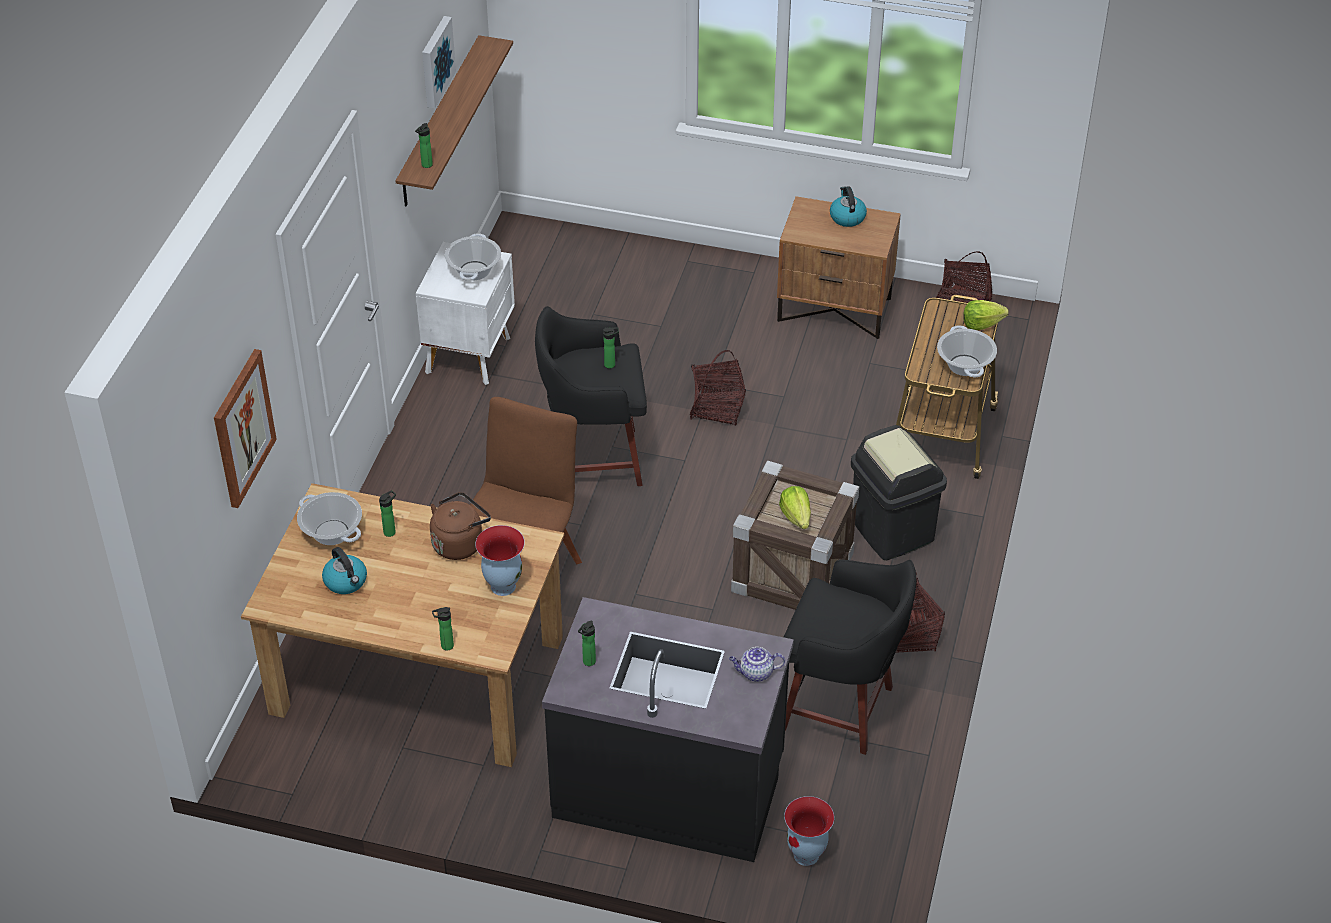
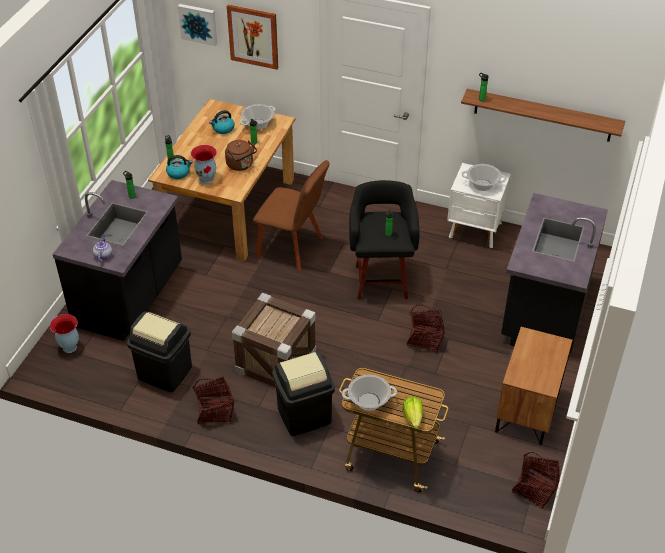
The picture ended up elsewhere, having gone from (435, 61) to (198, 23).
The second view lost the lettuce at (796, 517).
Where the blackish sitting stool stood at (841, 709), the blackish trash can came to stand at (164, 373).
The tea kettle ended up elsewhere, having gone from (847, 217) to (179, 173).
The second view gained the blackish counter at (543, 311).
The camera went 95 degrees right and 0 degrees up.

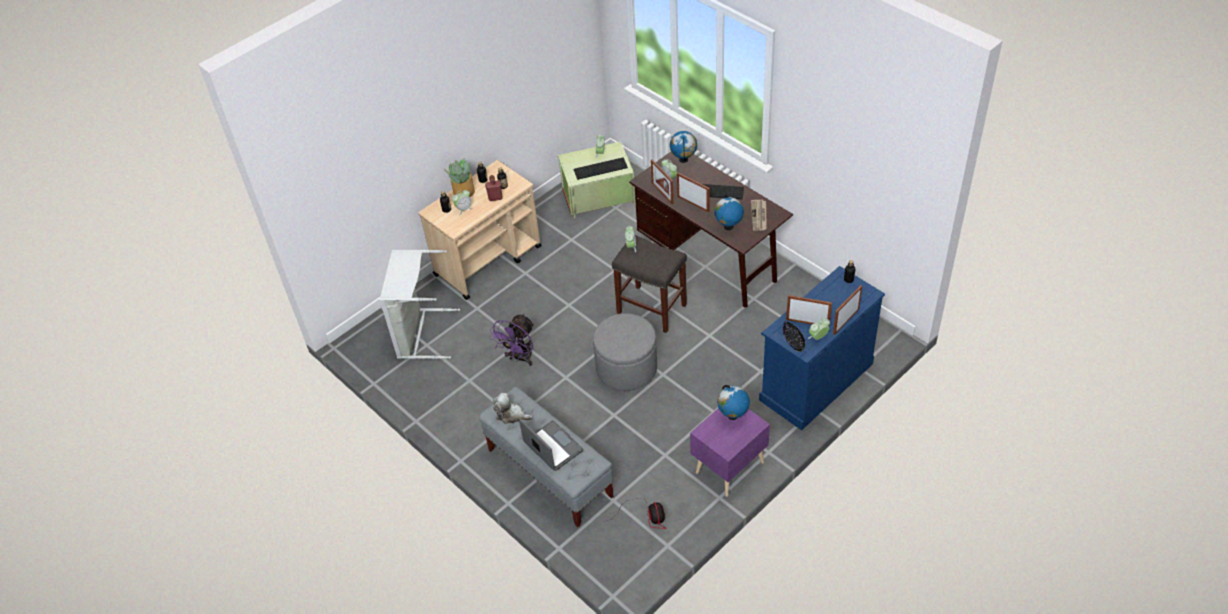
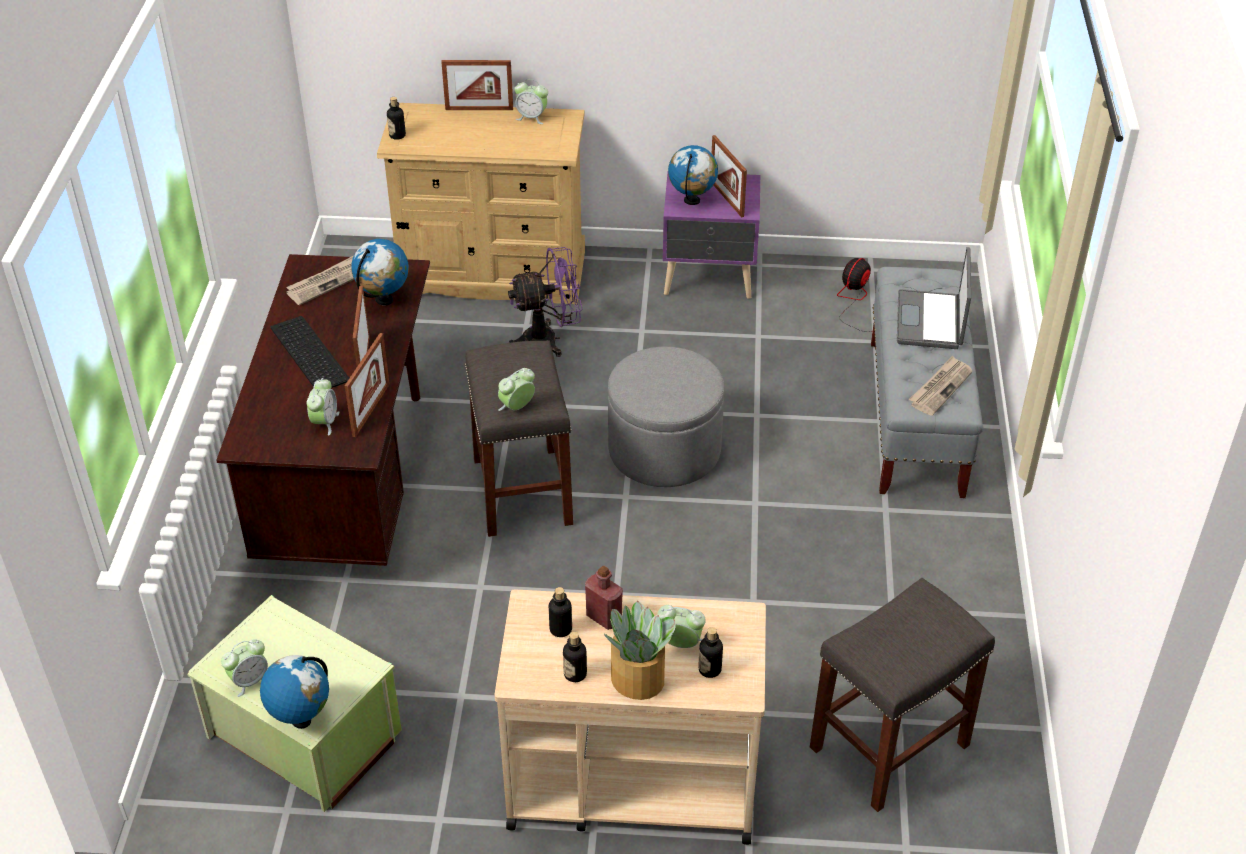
Where the grey hamper stood at (420, 334), the grey sitting stool came to stand at (888, 748).
The purple-coloured electric fan ended up elsewhere, having gone from (519, 358) to (549, 340).
Where the soft toy stood at (511, 415), the daily paper came to stand at (940, 387).
The second view lost the keyboard at (600, 168).
The desk globe ended up elsewhere, having gone from (683, 160) to (301, 719).
What was the blue-coloured drawer chest at (816, 381) turned into the beige-coloured drawer chest at (492, 273).
The second view lost the blackish serving bowl at (793, 340).
The standing frame ended up elsewhere, having gone from (807, 323) to (726, 199).
The camera went 135 degrees left and 5 degrees down.

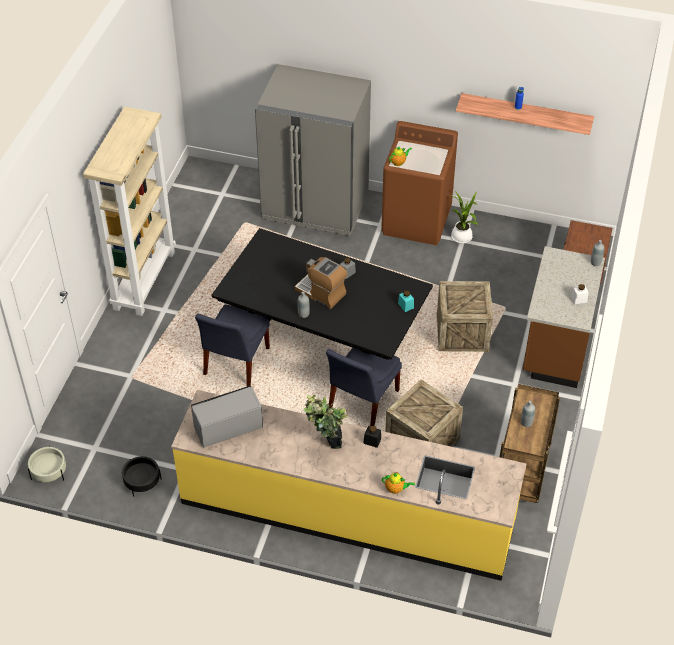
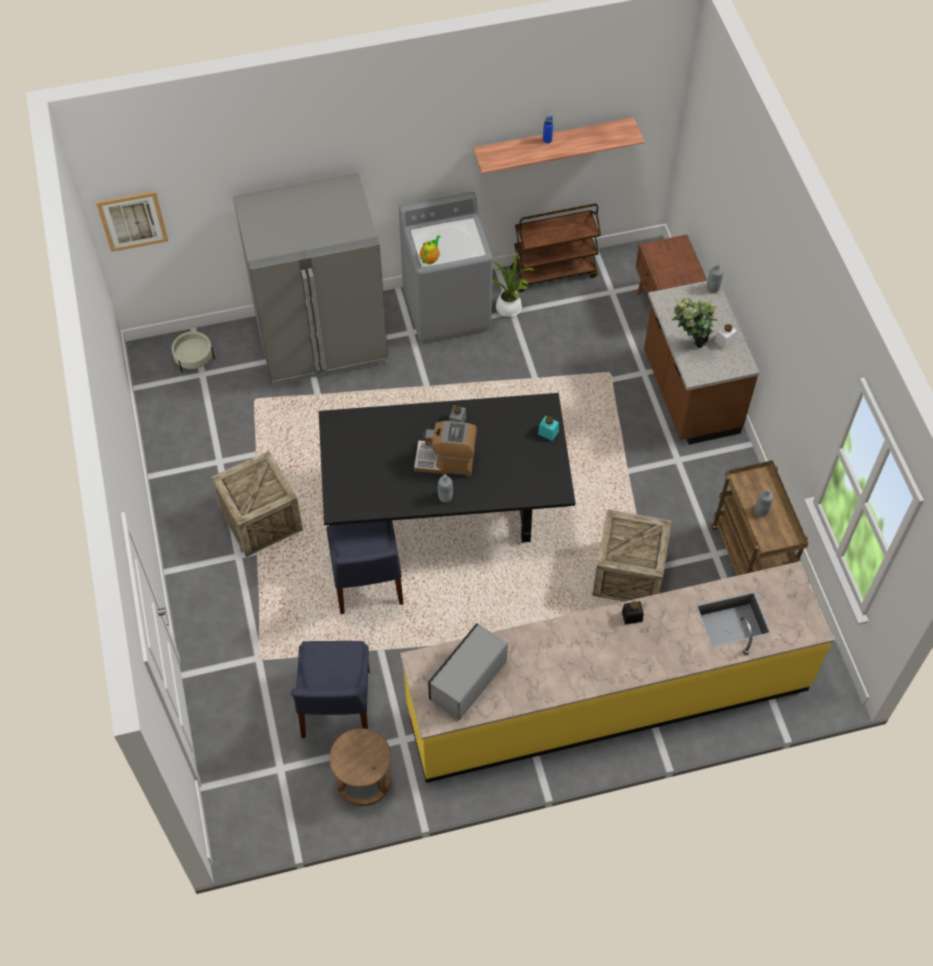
The beige-coloured flower pot ended up elsewhere, having gone from (49, 472) to (194, 358).
The second view lost the beige-coloured bookshelf at (144, 279).
Where the blackish flower pot stood at (142, 481), the brown-coloured sitting stool came to stand at (363, 780).
The potted plant ended up elsewhere, having gone from (325, 445) to (689, 348).
The blue-coloured plain chair ended up elsewhere, having gone from (361, 402) to (335, 707).
What was the brown-coloured laundry appliance at (417, 221) turned into the grey laundry appliance at (447, 309).
The second view lost the tea pot at (396, 489).
The packing crate ended up elsewhere, having gone from (462, 333) to (261, 520).
The second view gained the picture at (132, 221).
The second view gained the brown-coloured cart at (554, 272).
The camera went 30 degrees left and 10 degrees up.

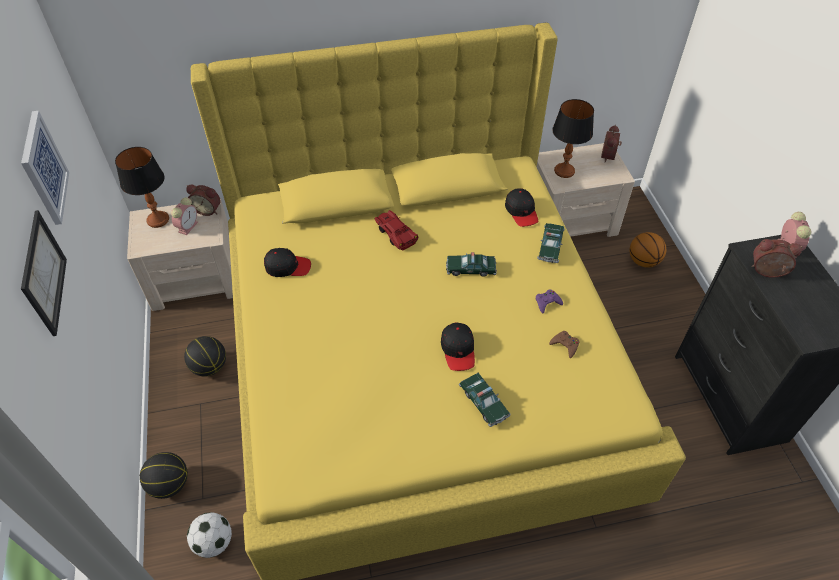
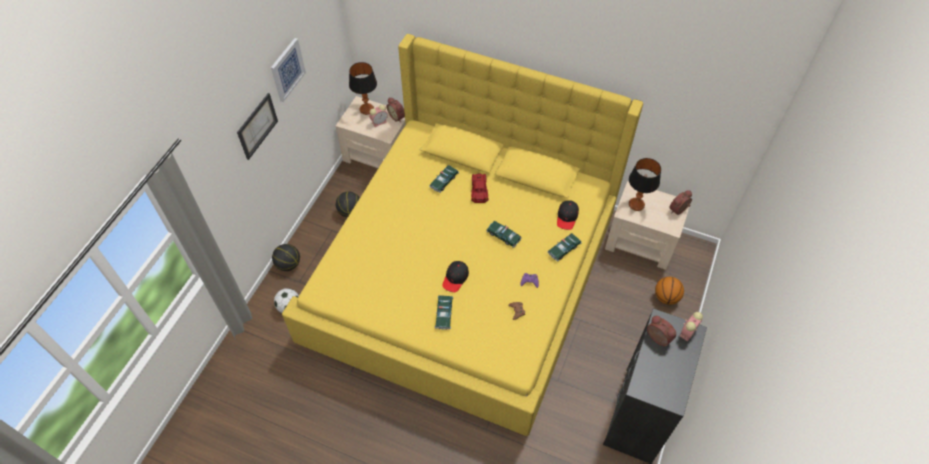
The second view lost the blackish peaked cap at (287, 267).
The second view gained the miniature car at (444, 181).
The camera went 35 degrees right and 5 degrees up.

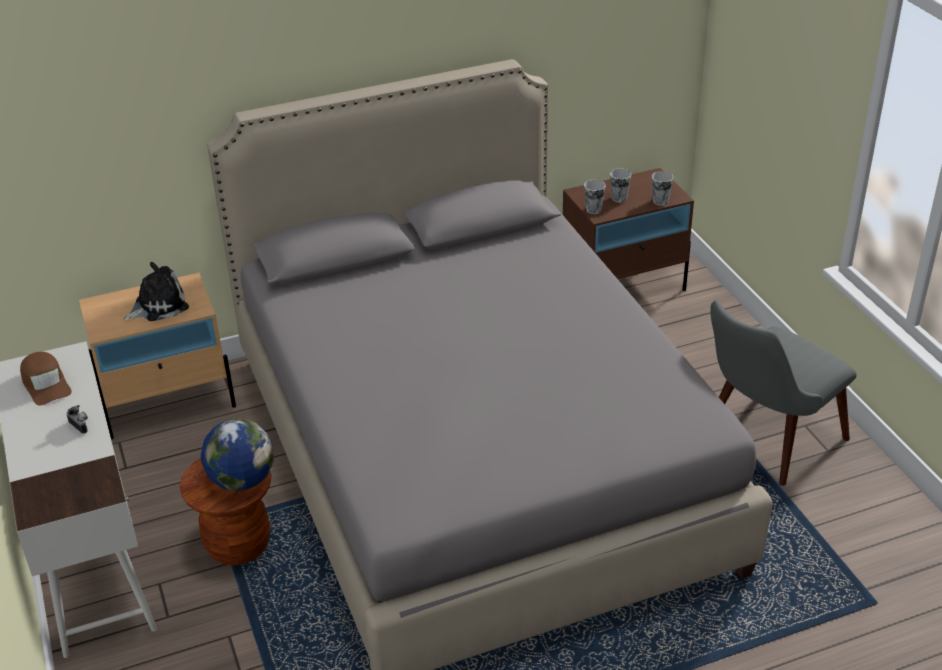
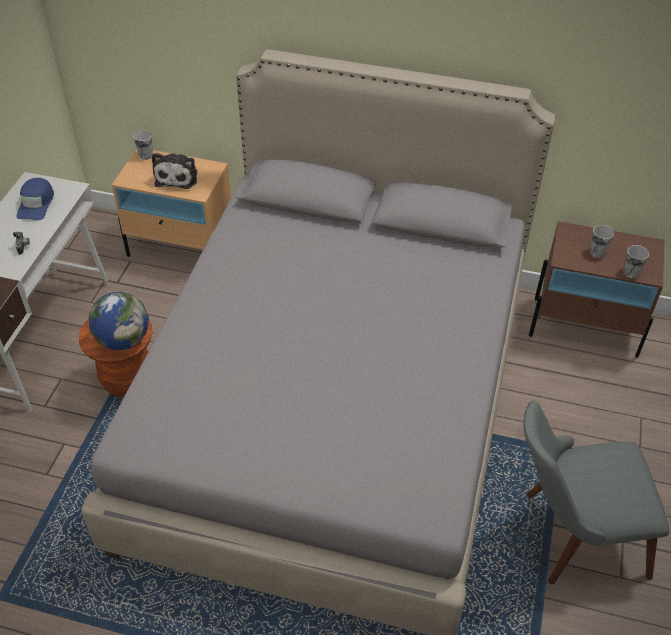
What was the brown-coloured peaked cap at (46, 384) turned into the blue-coloured peaked cap at (36, 204).
The soft toy at (158, 305) ended up facing another way, 90 degrees clockwise from before.
The drinking cup ended up elsewhere, having gone from (593, 210) to (146, 155).
The camera went 35 degrees right and 10 degrees up.

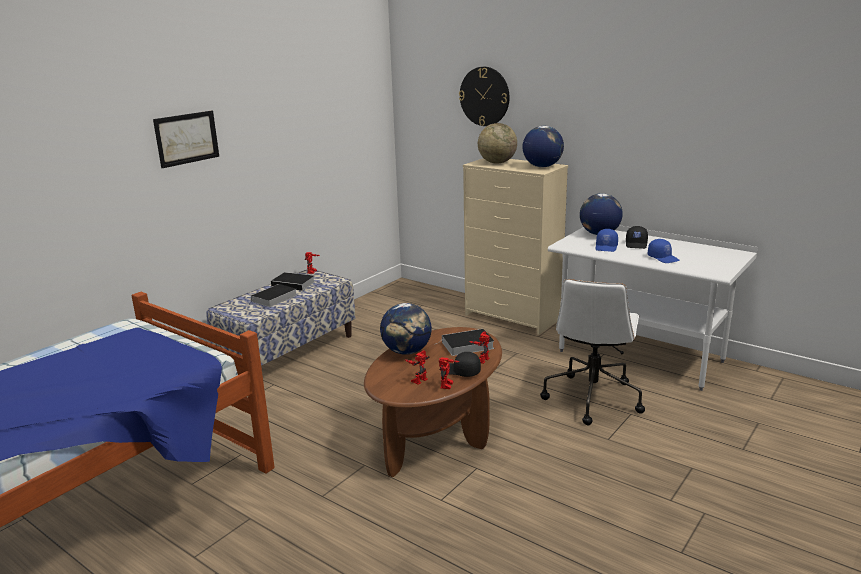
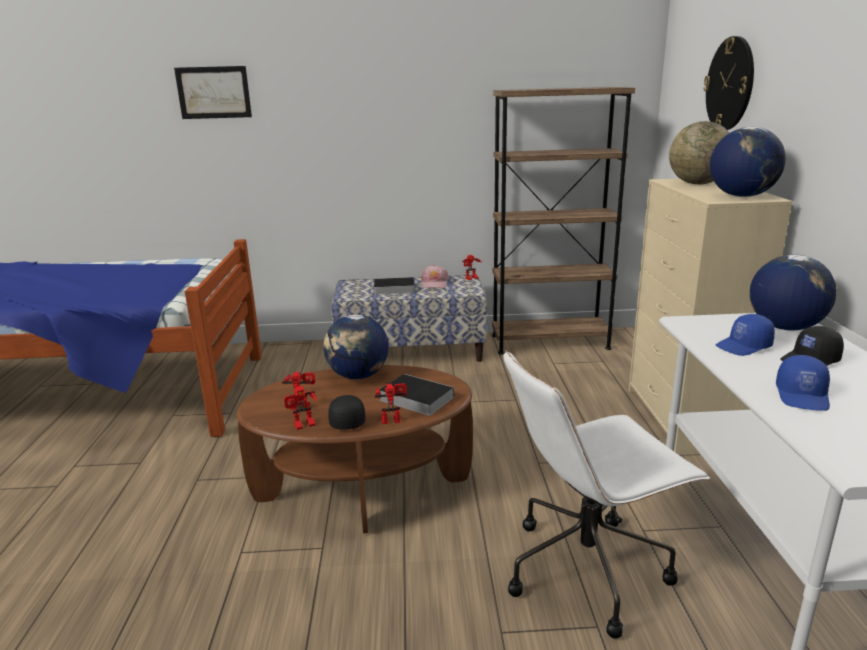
The picture ended up elsewhere, having gone from (187, 138) to (213, 92).
Where the book stood at (294, 284), the pink peaked cap came to stand at (434, 283).
The second view gained the brown-coloured bookshelf at (550, 342).
The camera went 50 degrees right and 0 degrees up.

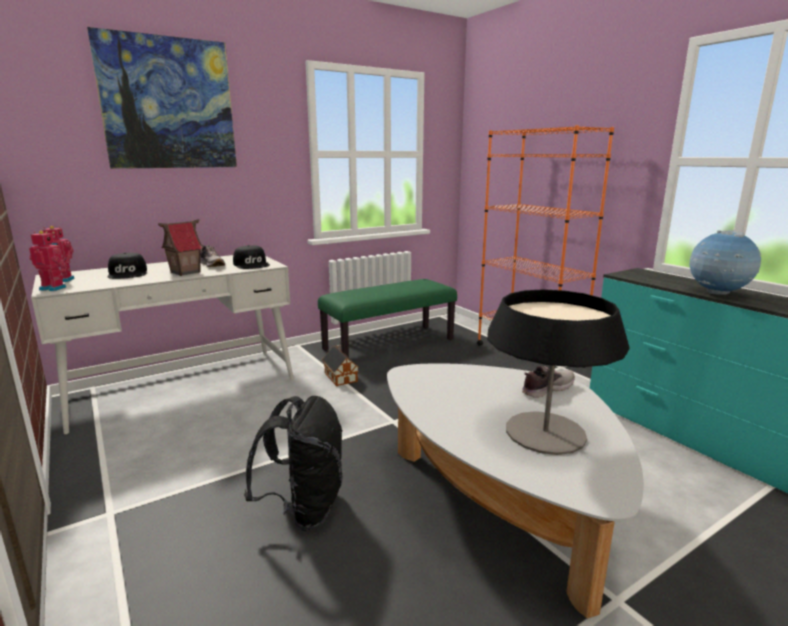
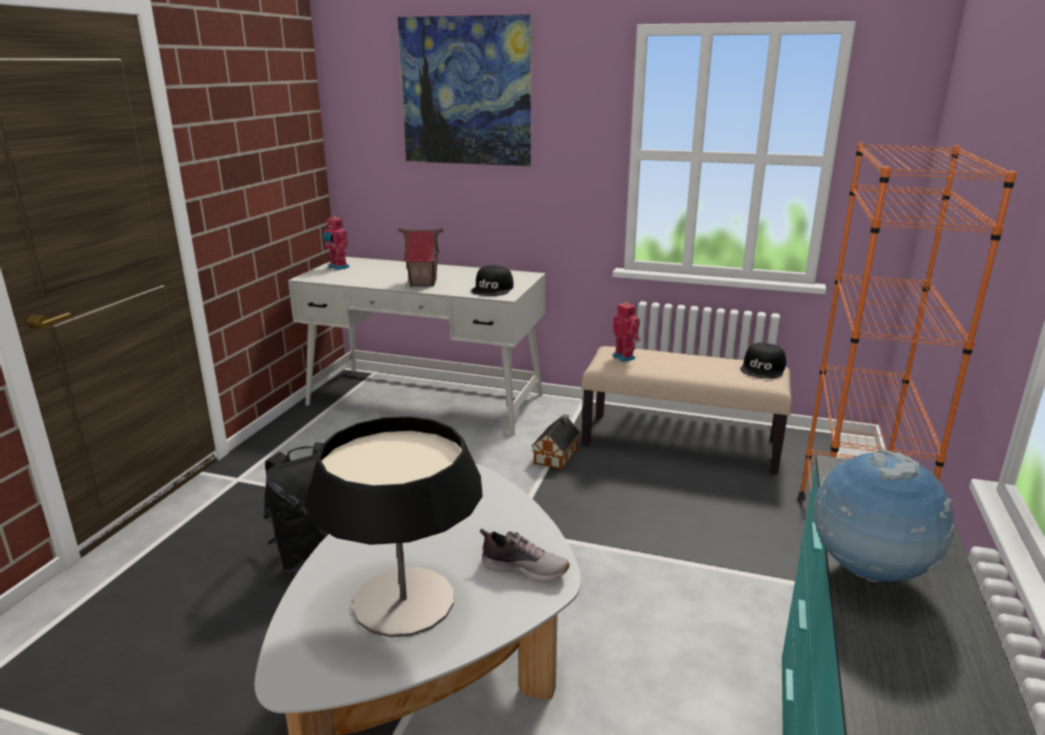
The toy robot ended up elsewhere, having gone from (54, 288) to (625, 357).
The blackish peaked cap ended up elsewhere, having gone from (128, 273) to (763, 368).
The second view lost the low shoe at (212, 265).
What was the green indoor bench at (389, 344) turned into the beige-coloured indoor bench at (681, 442).
The camera went 50 degrees right and 5 degrees up.

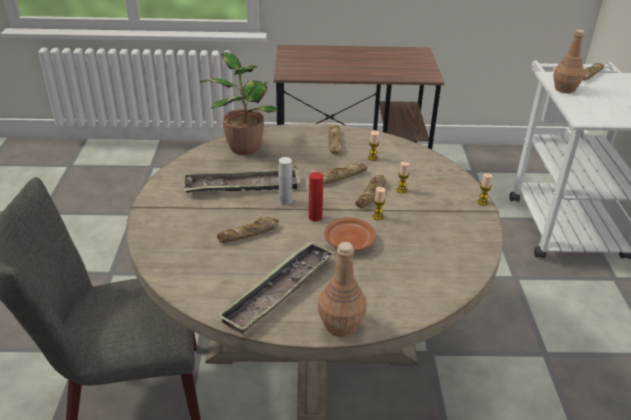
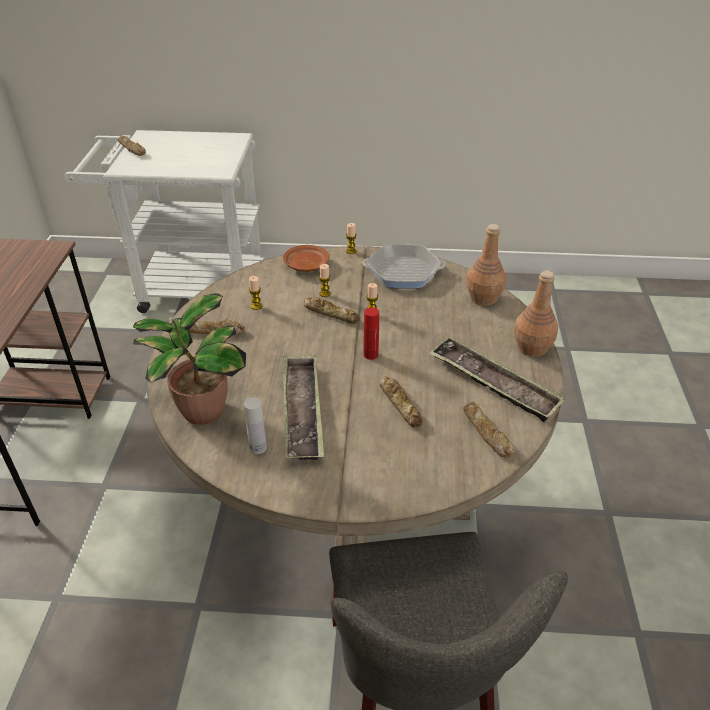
The white-coloured bottle ended up elsewhere, having gone from (285, 201) to (258, 447).
The bread ended up elsewhere, having gone from (341, 177) to (486, 433).
The brown-coloured dinner plate ended up elsewhere, having gone from (349, 241) to (305, 265).
The brown-coloured bottle ended up elsewhere, having gone from (564, 89) to (483, 298).
The second view gained the skillet at (403, 272).
The camera went 85 degrees left and 5 degrees up.

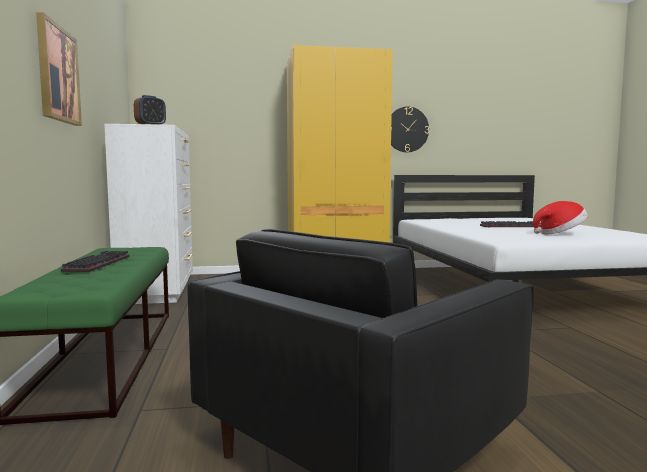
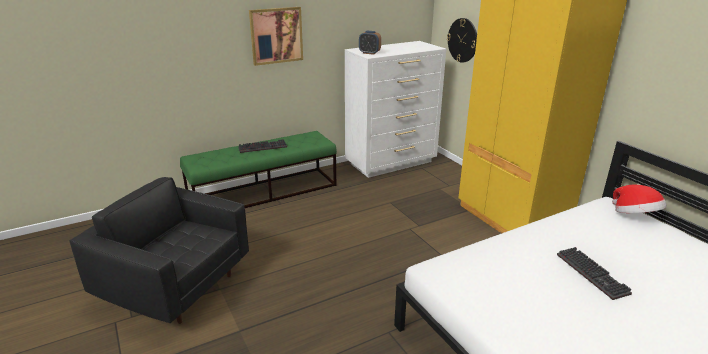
The wall clock ended up elsewhere, having gone from (407, 129) to (462, 40).
The clothing hat ended up elsewhere, having gone from (560, 234) to (635, 216).
The camera went 70 degrees right and 20 degrees up.

